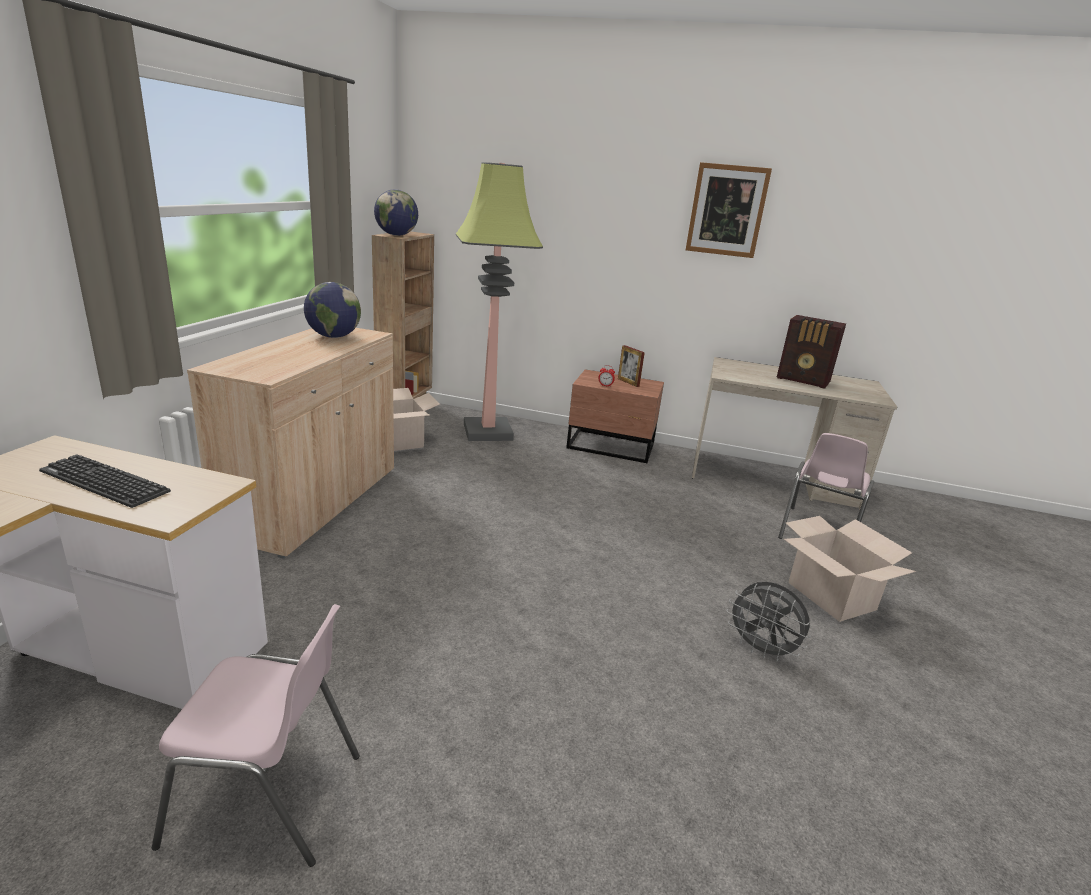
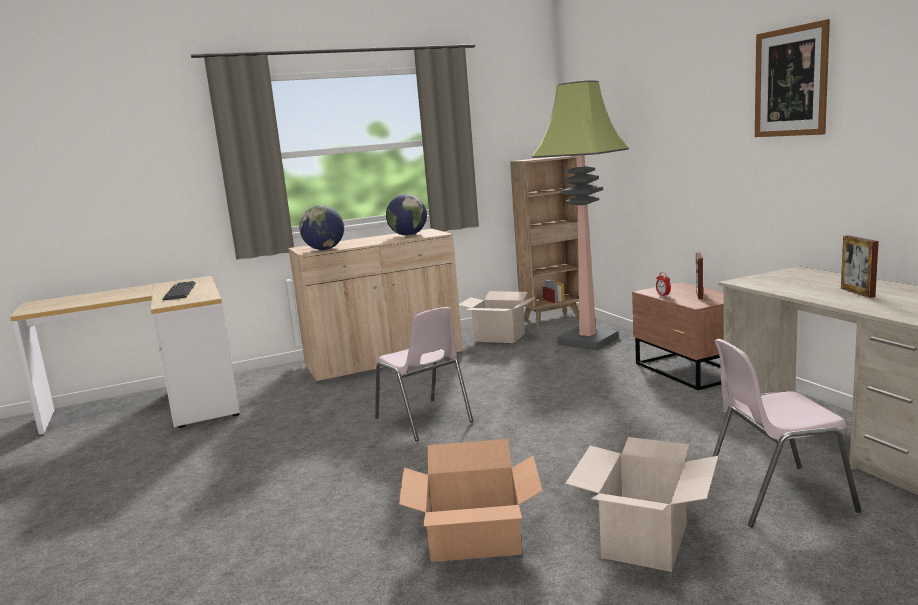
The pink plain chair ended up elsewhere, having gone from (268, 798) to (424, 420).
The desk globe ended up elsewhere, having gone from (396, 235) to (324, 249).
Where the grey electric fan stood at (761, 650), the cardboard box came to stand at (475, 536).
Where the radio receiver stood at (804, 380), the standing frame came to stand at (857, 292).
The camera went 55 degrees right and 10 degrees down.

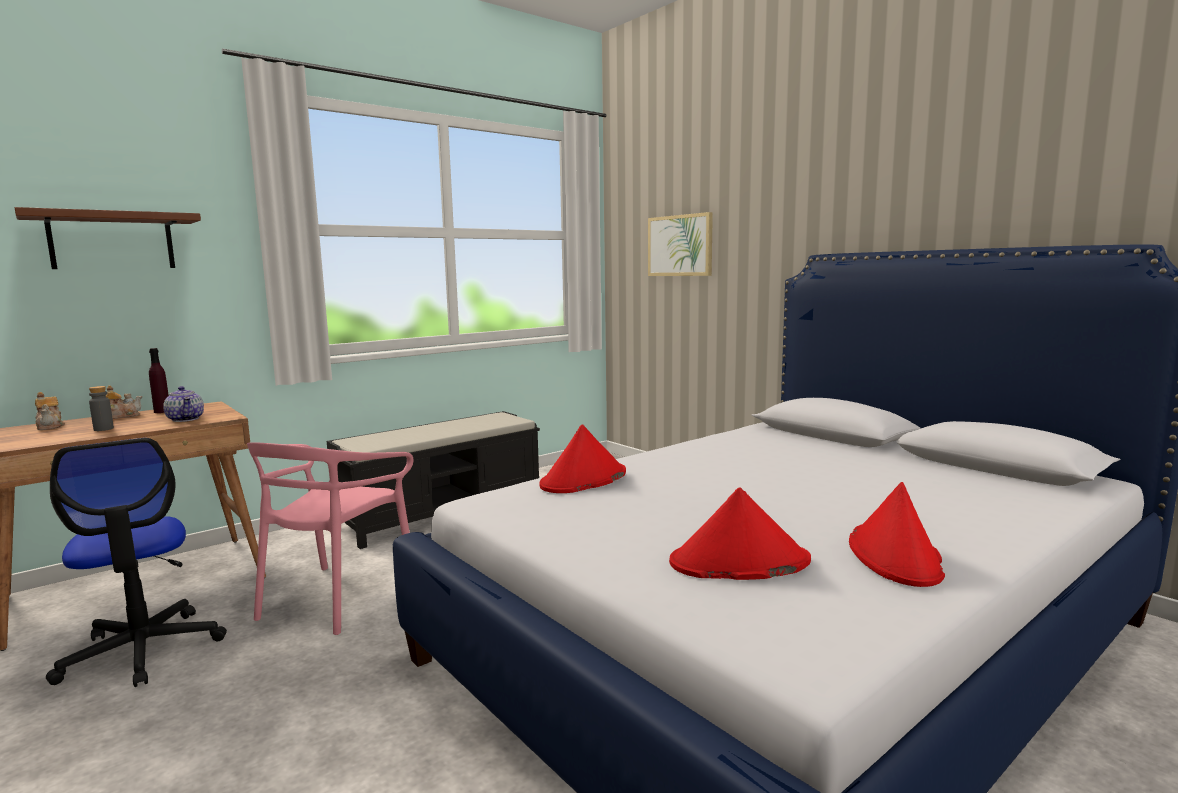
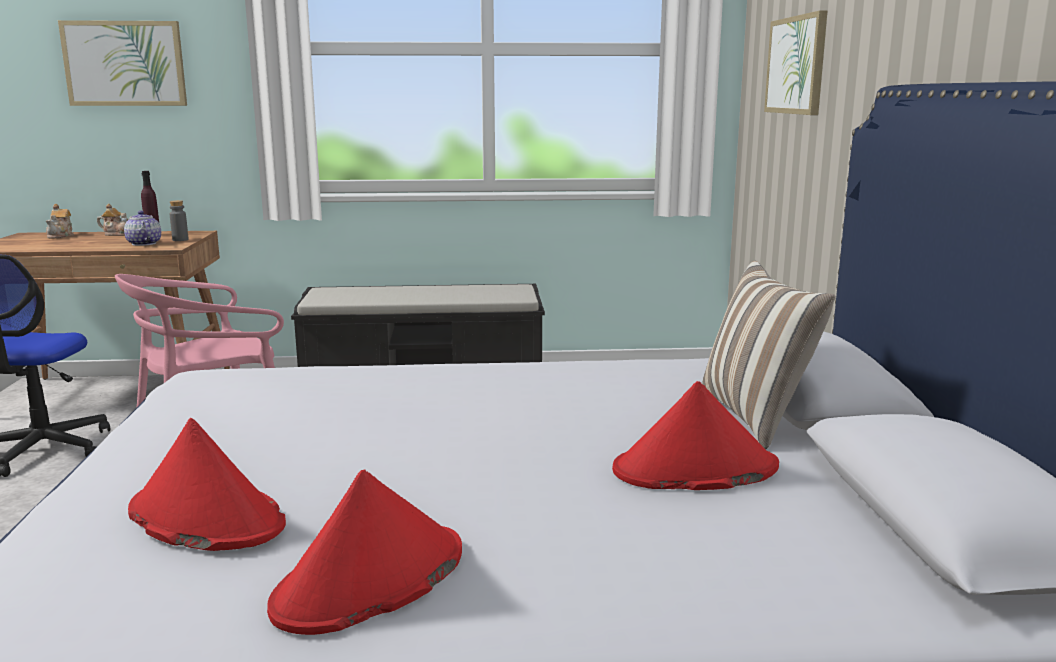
Where the brown-coloured shelf hung at (112, 241), the picture came to hang at (125, 63).
The grey bottle ended up elsewhere, having gone from (103, 429) to (180, 240).
The tea pot at (186, 419) ended up facing another way, 150 degrees clockwise from before.
The red-coloured clothing hat ended up elsewhere, having gone from (583, 480) to (694, 470).
The second view gained the throw pillow at (756, 417).
The camera went 35 degrees right and 5 degrees up.

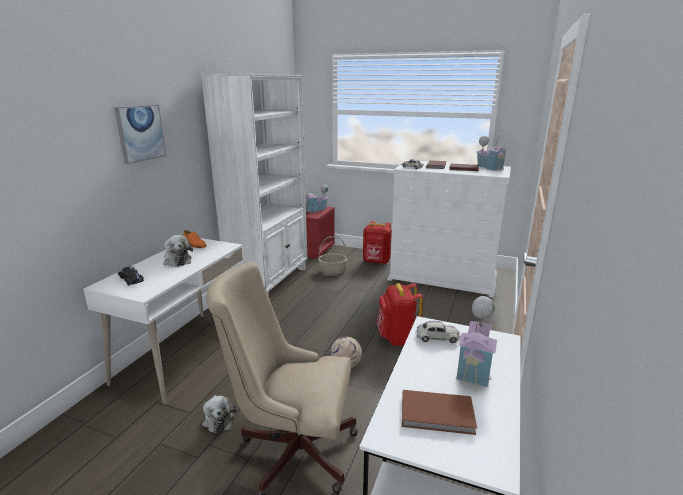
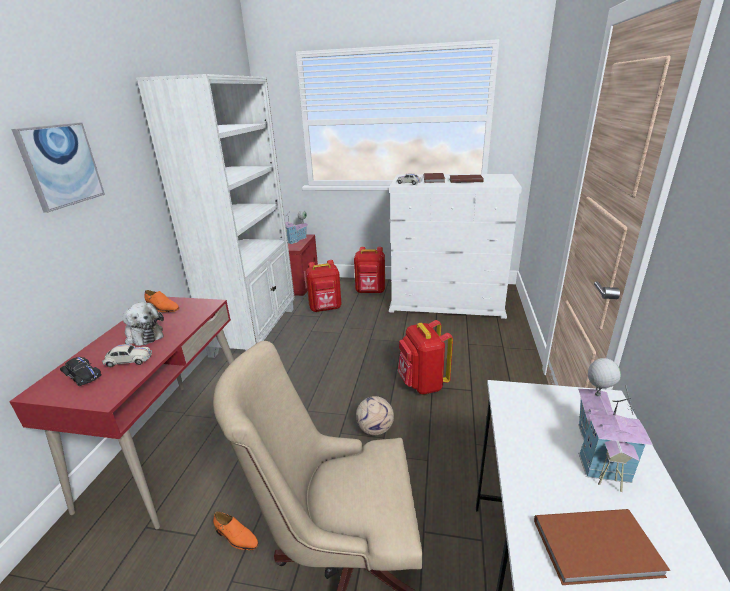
What was the white-coloured desk unit at (186, 353) turned into the red-coloured desk unit at (171, 445).
Where the soft toy stood at (218, 419), the orange-coloured low shoe came to stand at (236, 537).
Where the basket stood at (333, 271), the red-coloured knapsack came to stand at (325, 309).
The white-coloured miniature car ended up elsewhere, having gone from (437, 337) to (128, 360).
The second view lost the miniature house at (489, 168).
The camera went 10 degrees left and 5 degrees up.

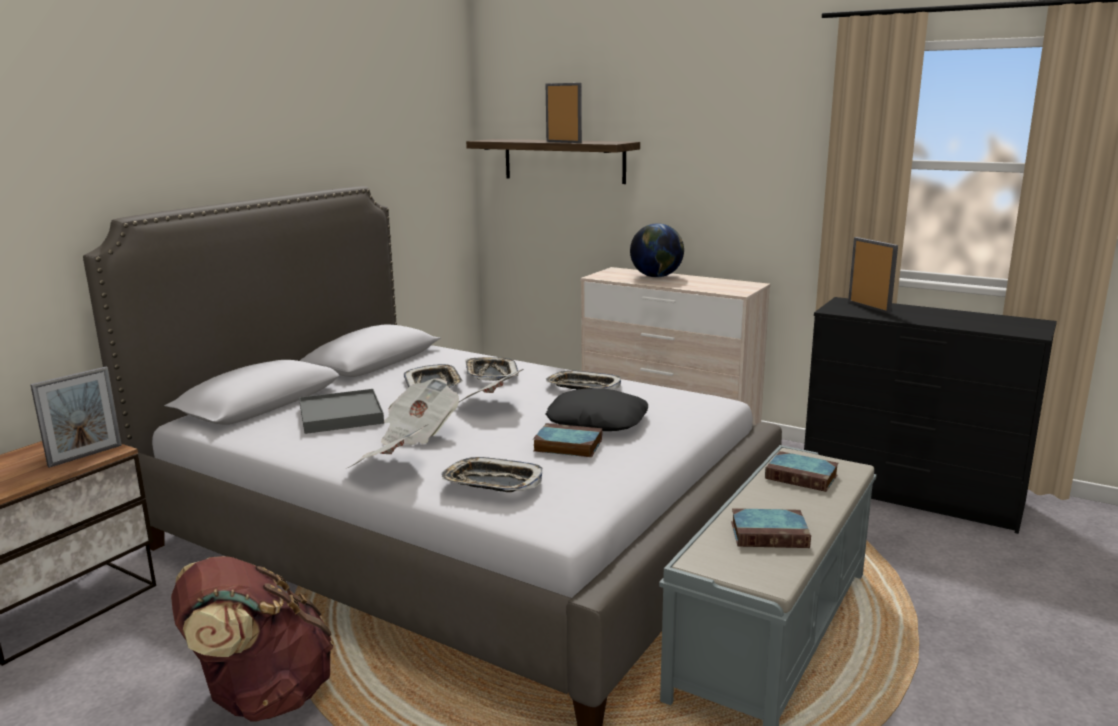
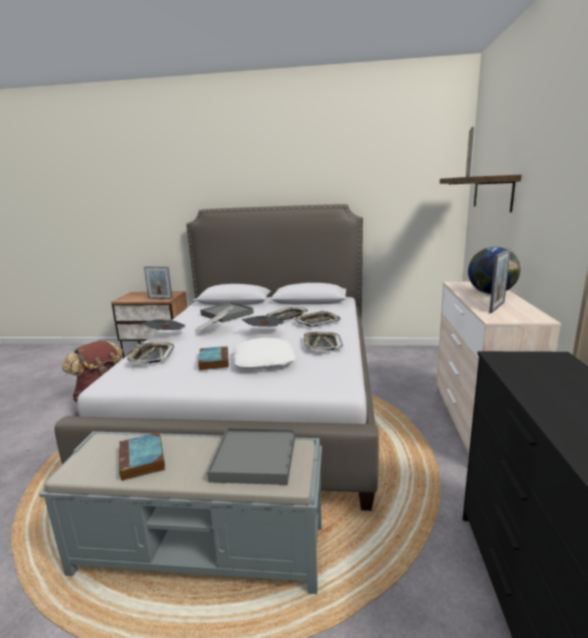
What was the blackish throw pillow at (597, 421) turned into the white-coloured throw pillow at (264, 360).
Where the book stood at (803, 477), the grey carrying tray came to stand at (255, 459).
The standing frame ended up elsewhere, having gone from (868, 307) to (497, 307).
The camera went 65 degrees right and 0 degrees up.

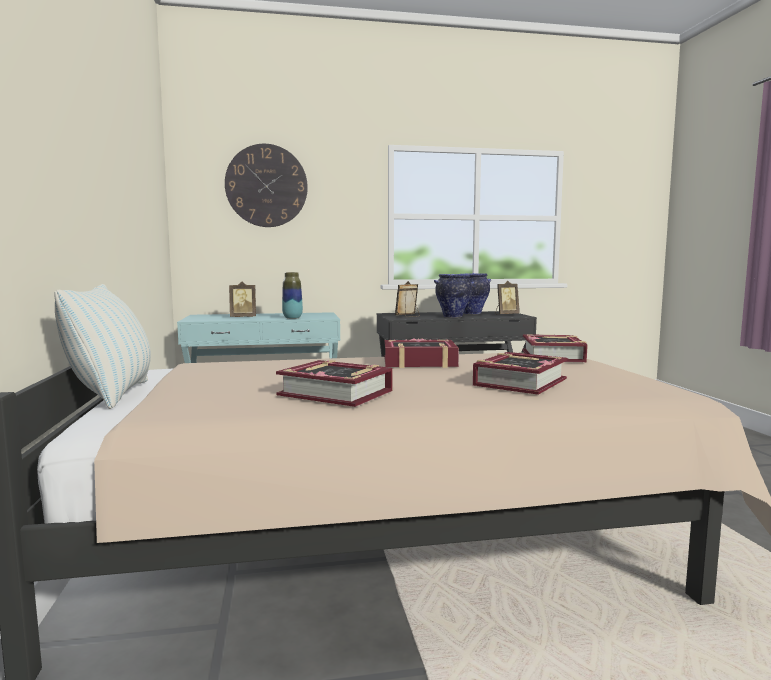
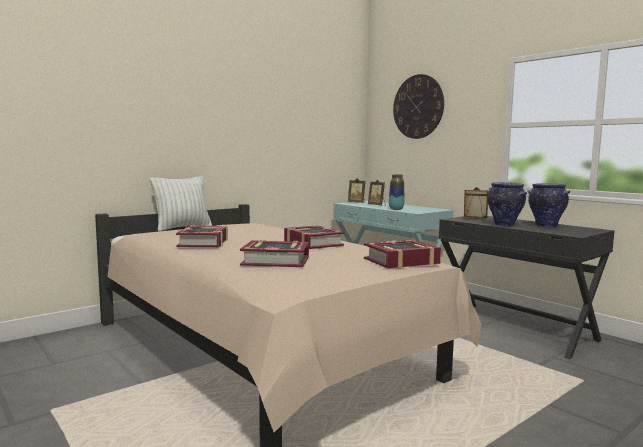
The standing frame ended up elsewhere, having gone from (506, 314) to (357, 203).
The camera went 60 degrees right and 0 degrees up.

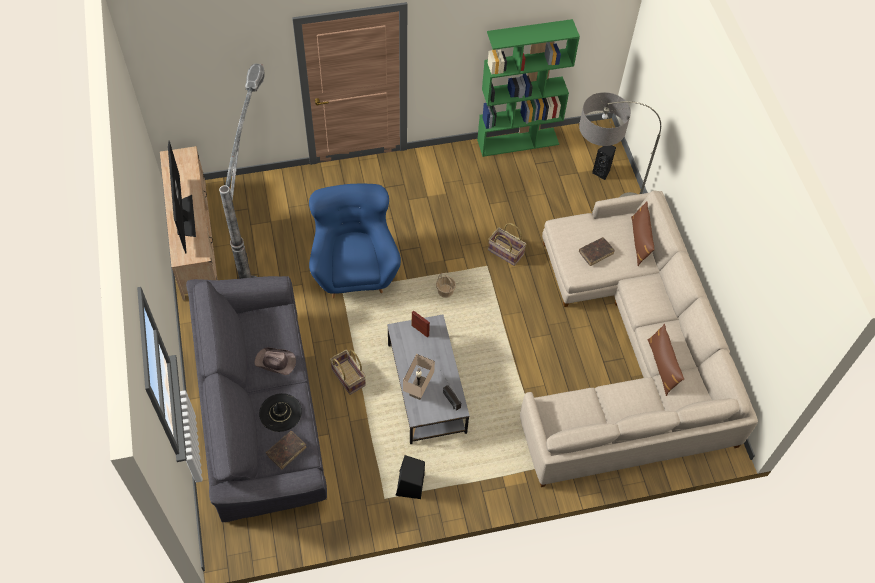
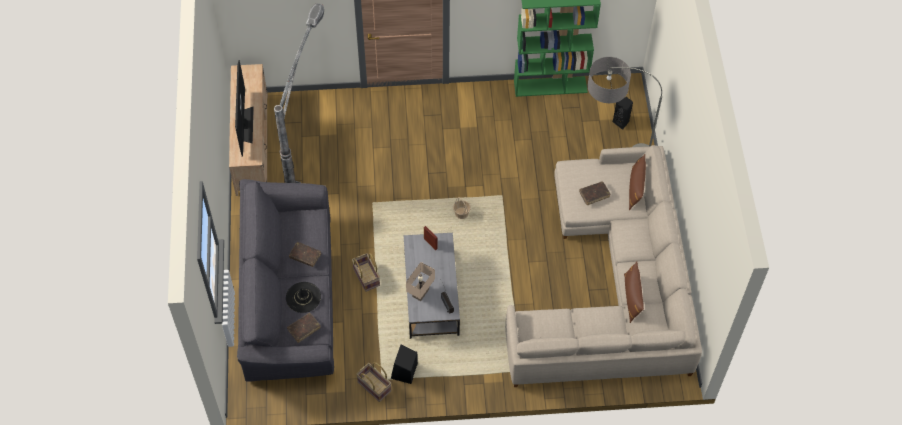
Where the brown-coloured clothing hat stood at (275, 362), the brown-coloured book came to stand at (305, 256).
The second view lost the blue-coloured easy chair at (354, 269).
The basket ended up elsewhere, having gone from (505, 252) to (373, 386).
The camera went 10 degrees right and 0 degrees up.

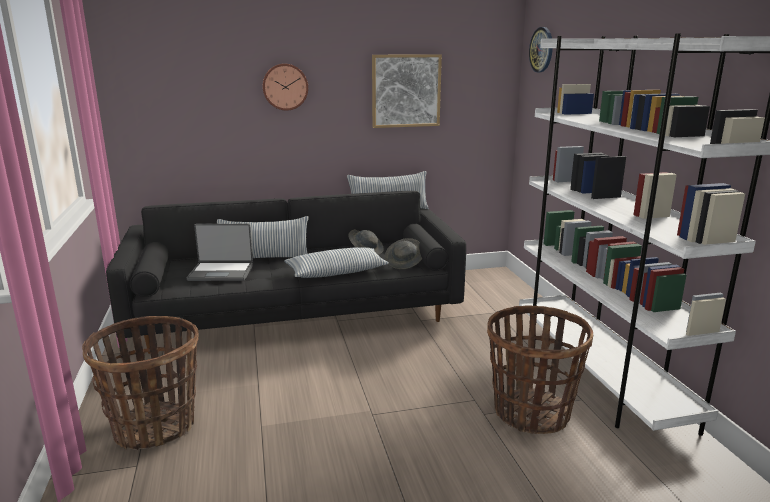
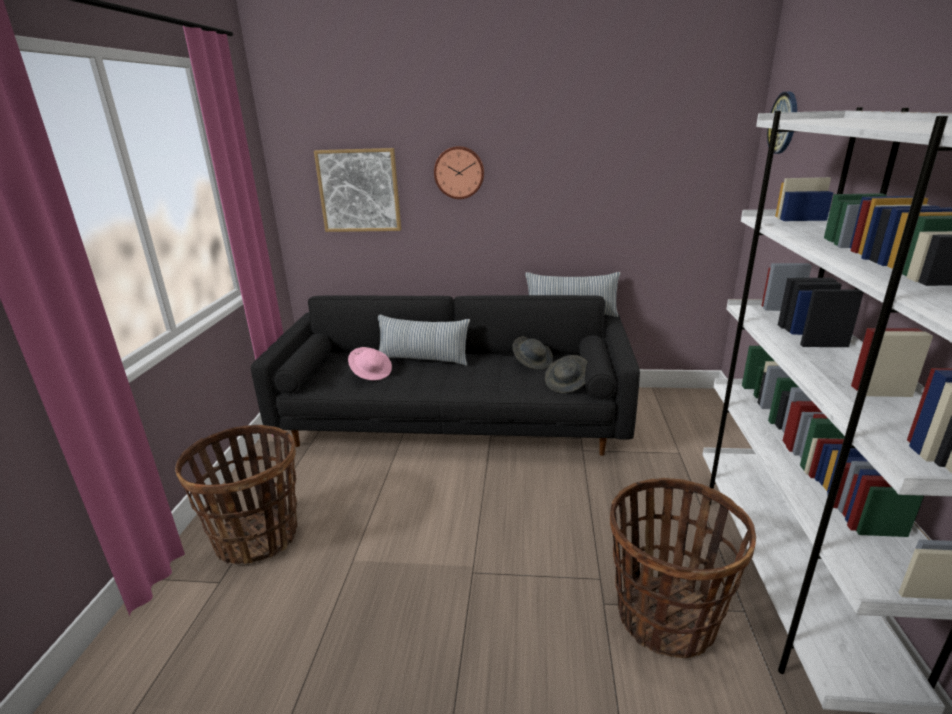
Where the laptop stood at (221, 272), the pink clothing hat came to stand at (371, 373).
The second view lost the throw pillow at (336, 272).
The picture ended up elsewhere, having gone from (406, 91) to (359, 190).
The camera went 20 degrees right and 5 degrees up.

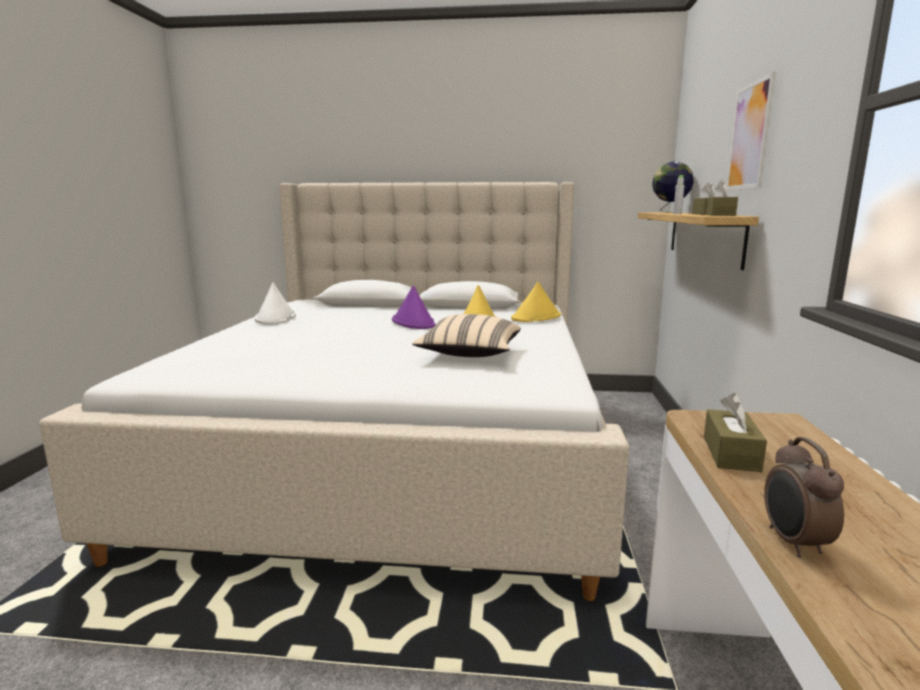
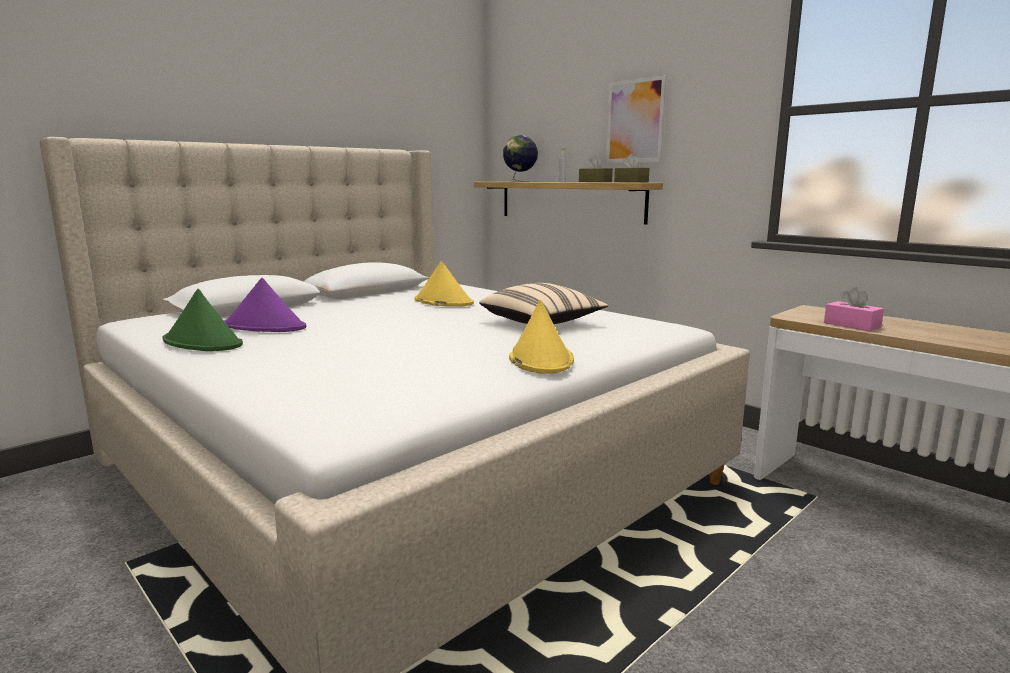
What was the white-coloured clothing hat at (275, 318) turned into the green clothing hat at (203, 342).
The purple-coloured clothing hat ended up elsewhere, having gone from (413, 322) to (265, 326).
The yellowish clothing hat ended up elsewhere, having gone from (536, 317) to (540, 359).
What was the brown-coloured tissue box at (731, 453) turned into the pink tissue box at (851, 325).
The second view lost the table clock at (793, 543).
The camera went 50 degrees left and 0 degrees up.

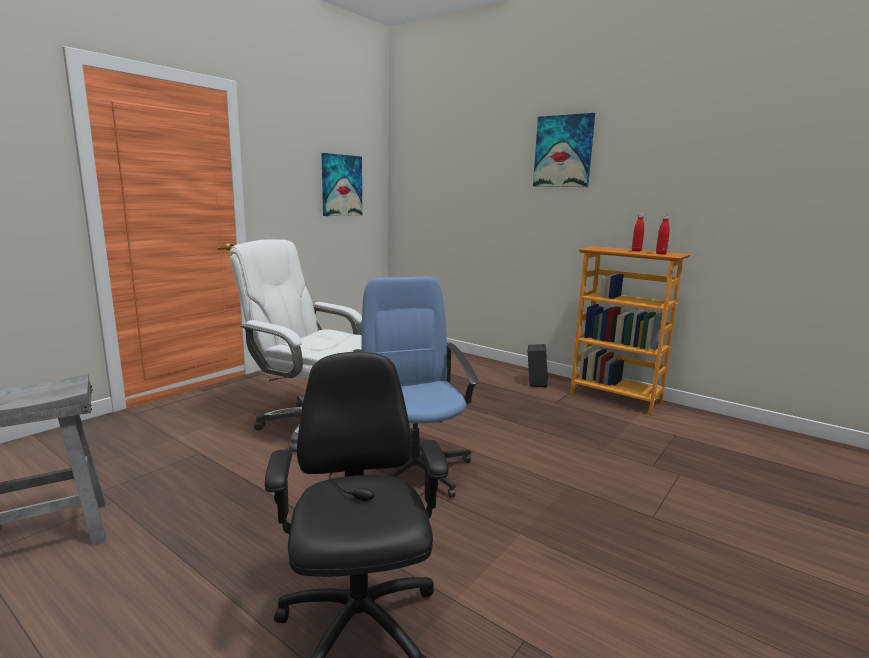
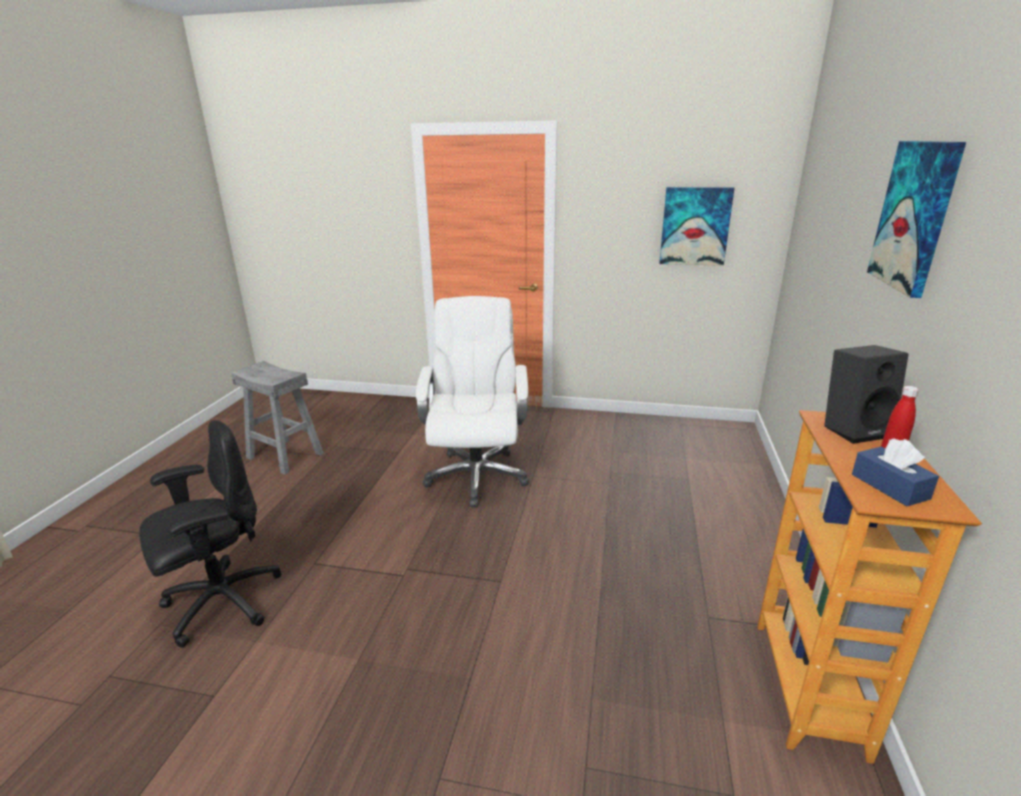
The second view lost the blue-coloured office chair at (414, 469).
The blackish speaker ended up elsewhere, having gone from (535, 383) to (854, 429).
Where the red-coloured bottle stood at (661, 254), the blue-coloured tissue box came to stand at (889, 486).
The camera went 65 degrees right and 10 degrees up.

